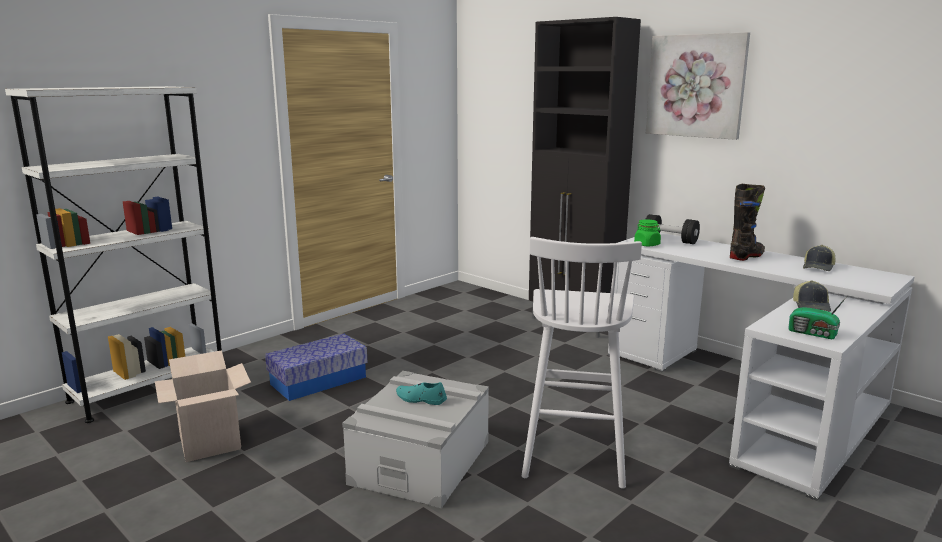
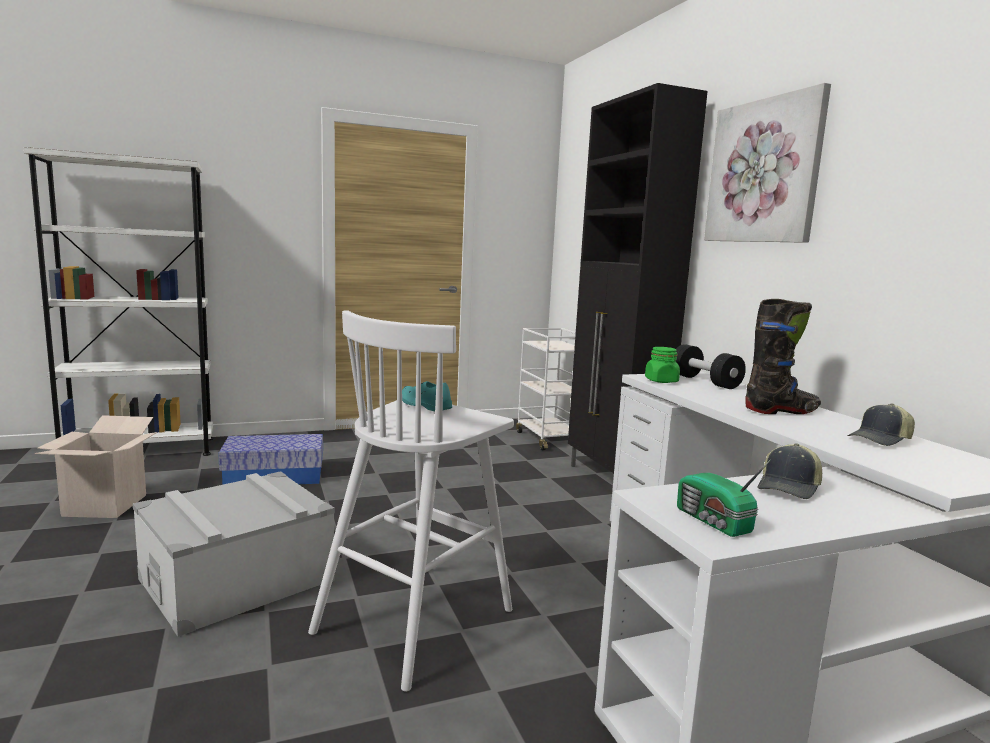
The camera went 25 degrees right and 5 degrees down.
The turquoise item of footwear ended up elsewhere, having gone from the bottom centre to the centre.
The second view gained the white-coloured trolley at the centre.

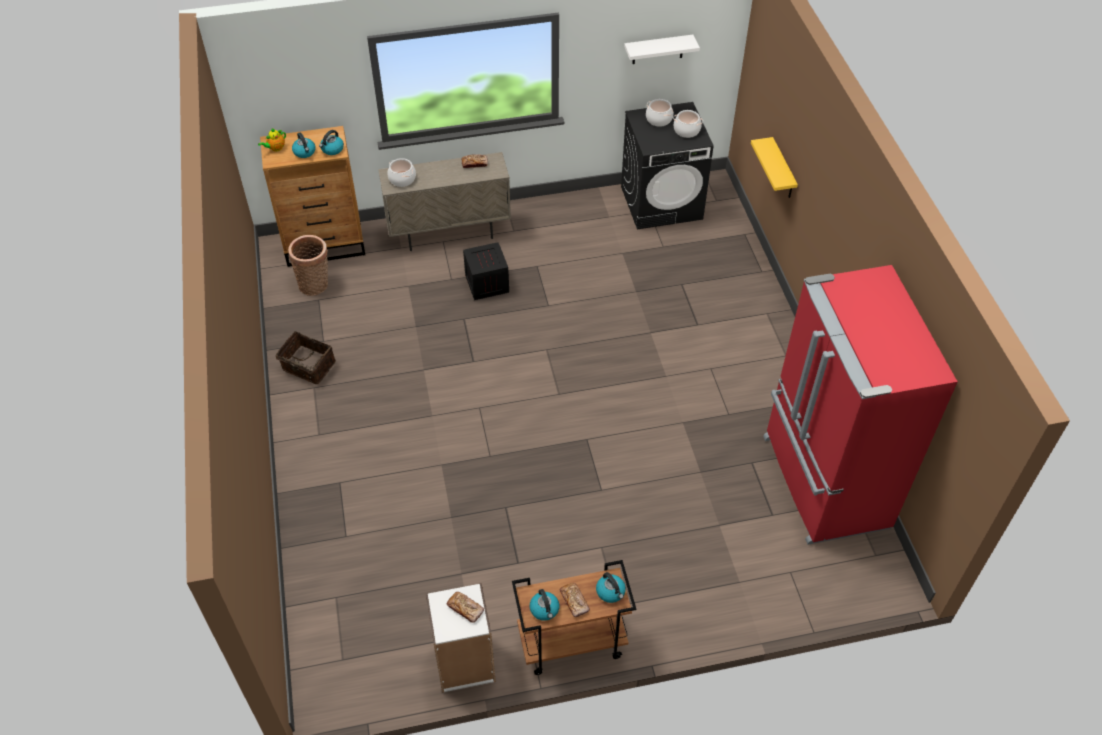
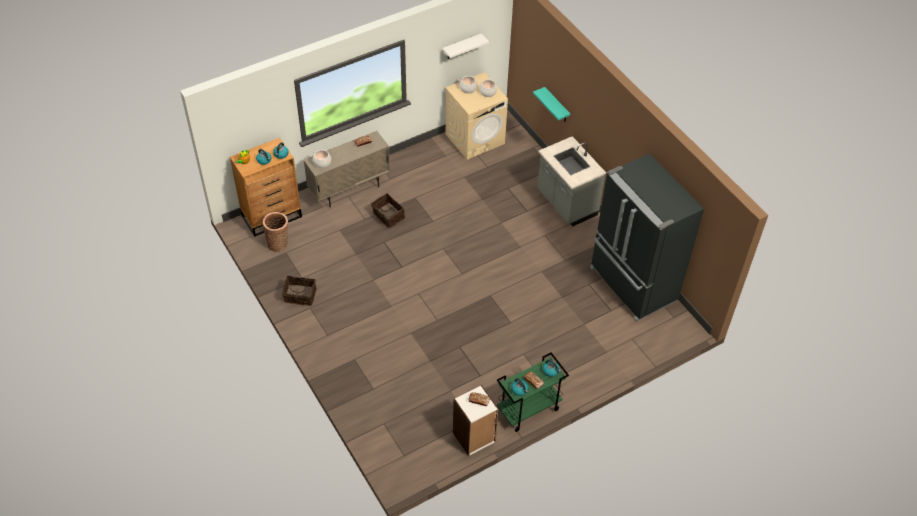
The camera went 20 degrees left and 0 degrees up.
What was the black laundry appliance at the top centre turned into the sand-coloured laundry appliance at the top centre.
What was the yellow bracket shelf at the top right turned into the turquoise bracket shelf at the top centre.
Where the crate stood at the centre, the storage basket (3rd from left) came to stand at the centre.
What was the red fridge at the middle right turned into the black fridge at the middle right.
What was the brown trolley at the bottom centre turned into the green trolley at the bottom centre.
The second view gained the gray kitchen base unit at the centre.

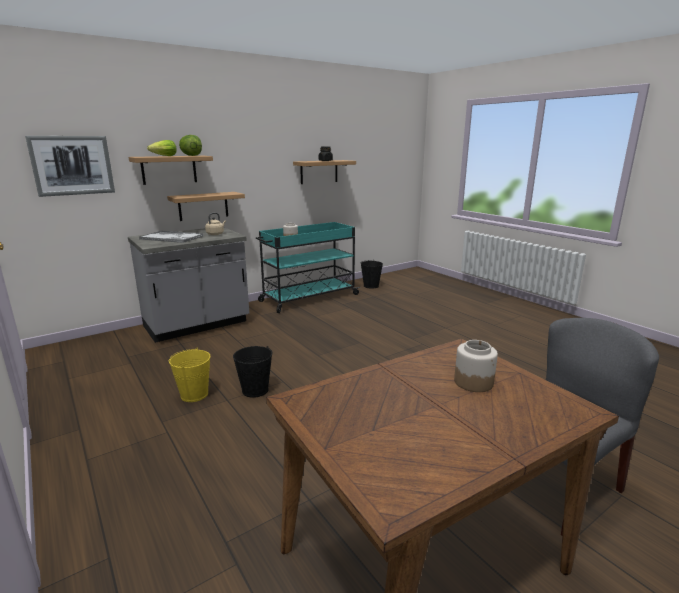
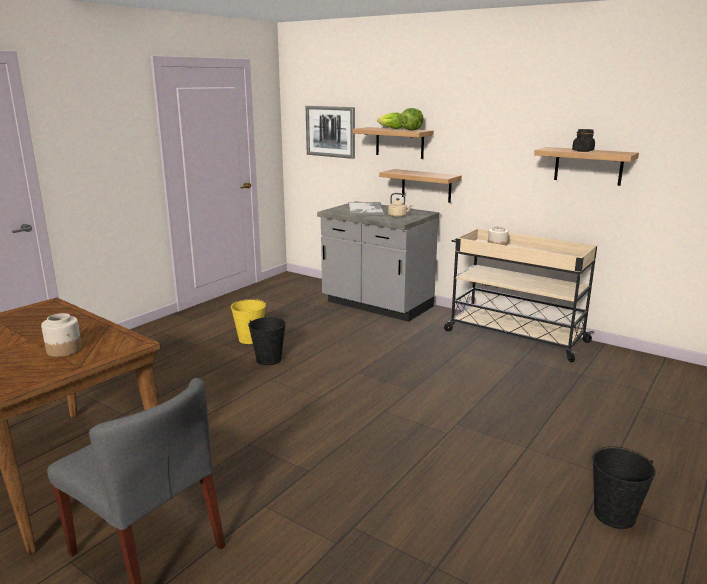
The camera went 70 degrees right and 0 degrees up.
What was the turquoise trolley at the centre turned into the sand-coloured trolley at the middle right.
The black water bucket (2nd from left) ended up elsewhere, having gone from the centre to the bottom right.

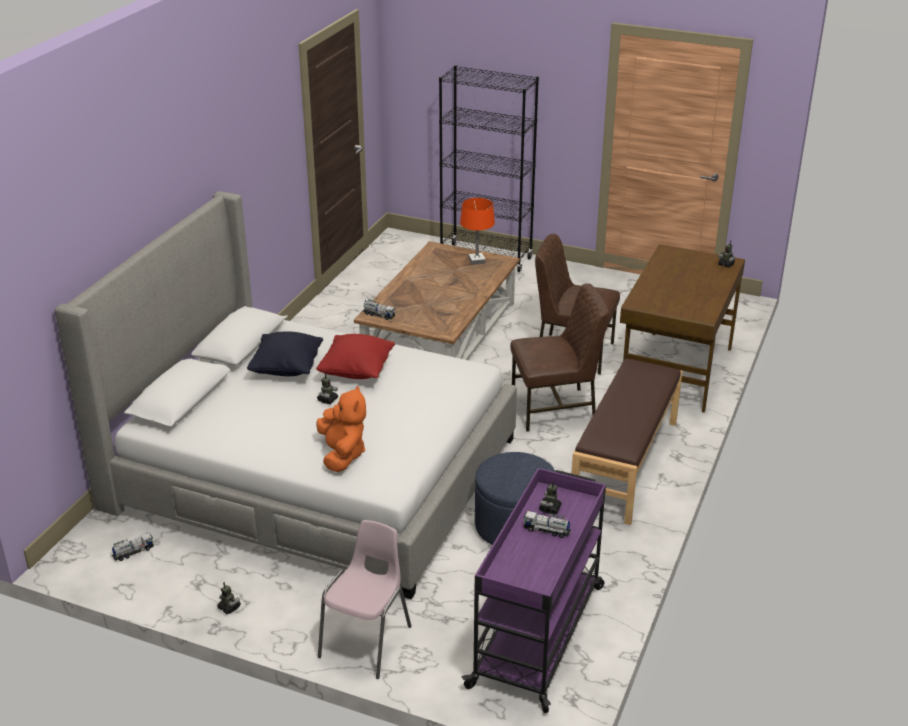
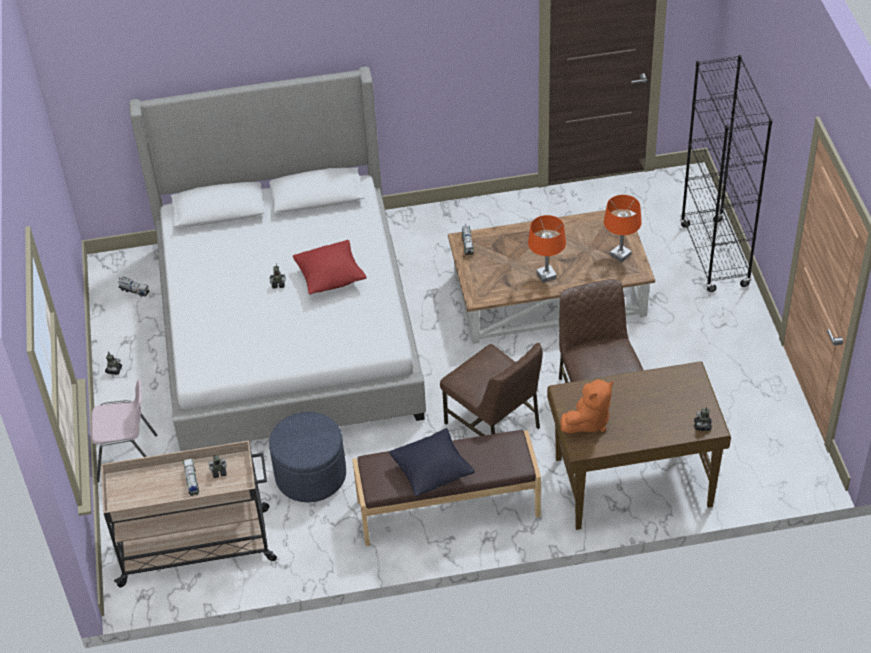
The camera went 60 degrees right and 15 degrees up.
The black throw pillow ended up elsewhere, having gone from the middle left to the bottom centre.
The orangey plush toy ended up elsewhere, having gone from the centre to the middle right.
What was the purple trolley at the bottom centre turned into the sand-coloured trolley at the bottom left.
The second view gained the orangey lamp for a table (1st from left) at the centre.

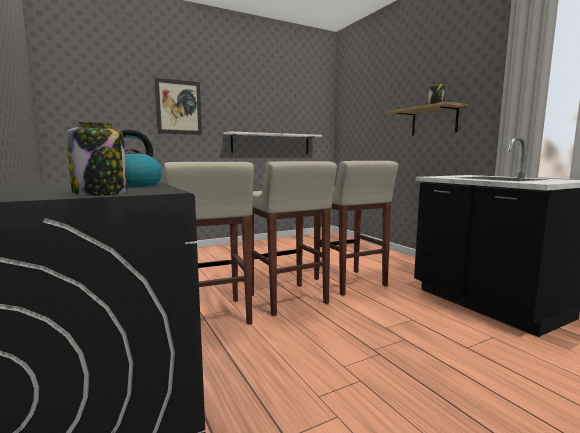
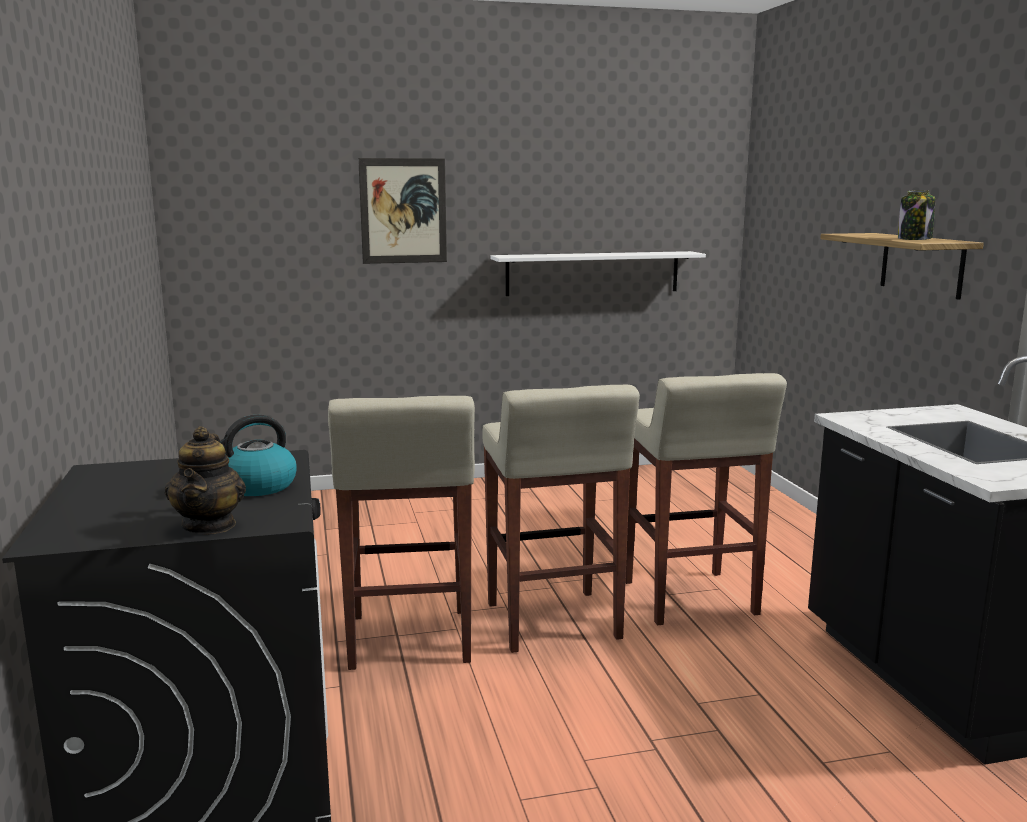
The camera went 15 degrees right and 5 degrees up.
Where the storage jar (1st from left) stood at the middle left, the teapot came to stand at the middle left.

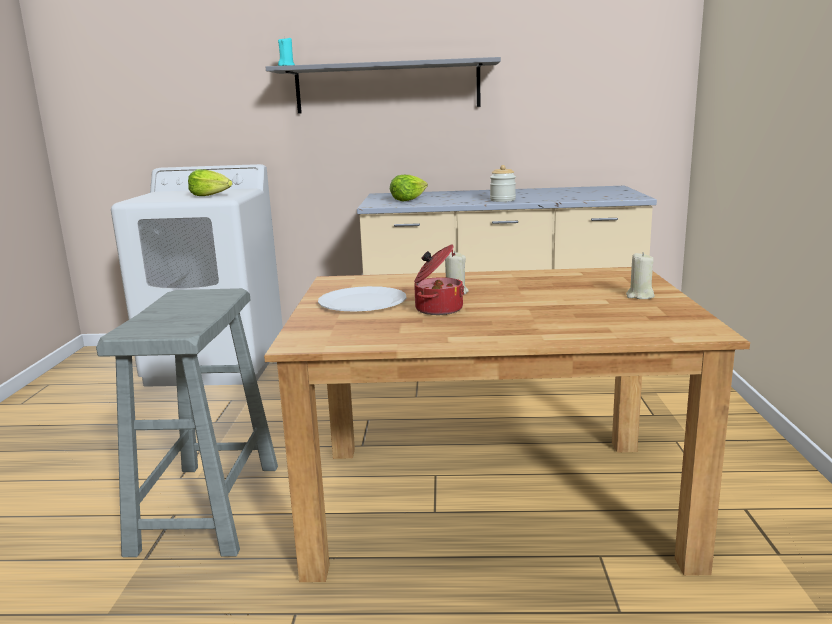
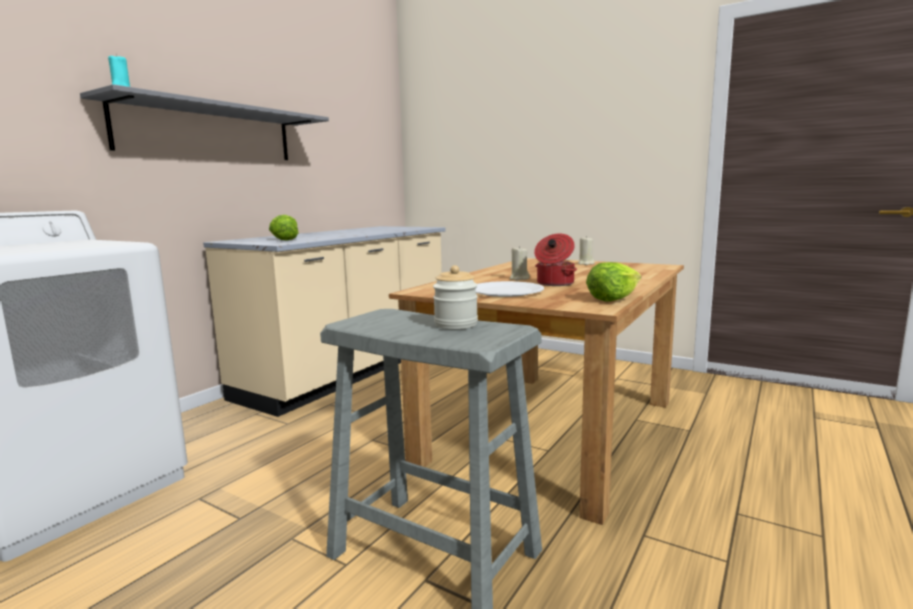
The camera went 60 degrees left and 5 degrees down.
The storage jar ended up elsewhere, having gone from the top centre to the centre.
The lettuce head (1st from left in the first image) ended up elsewhere, having gone from the top left to the middle right.

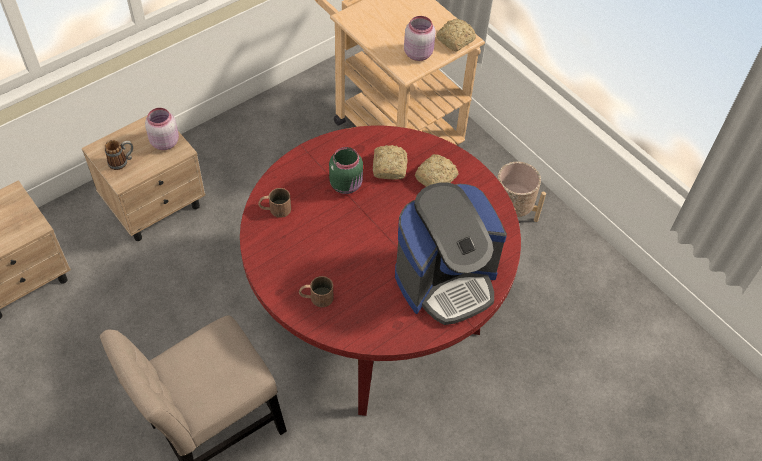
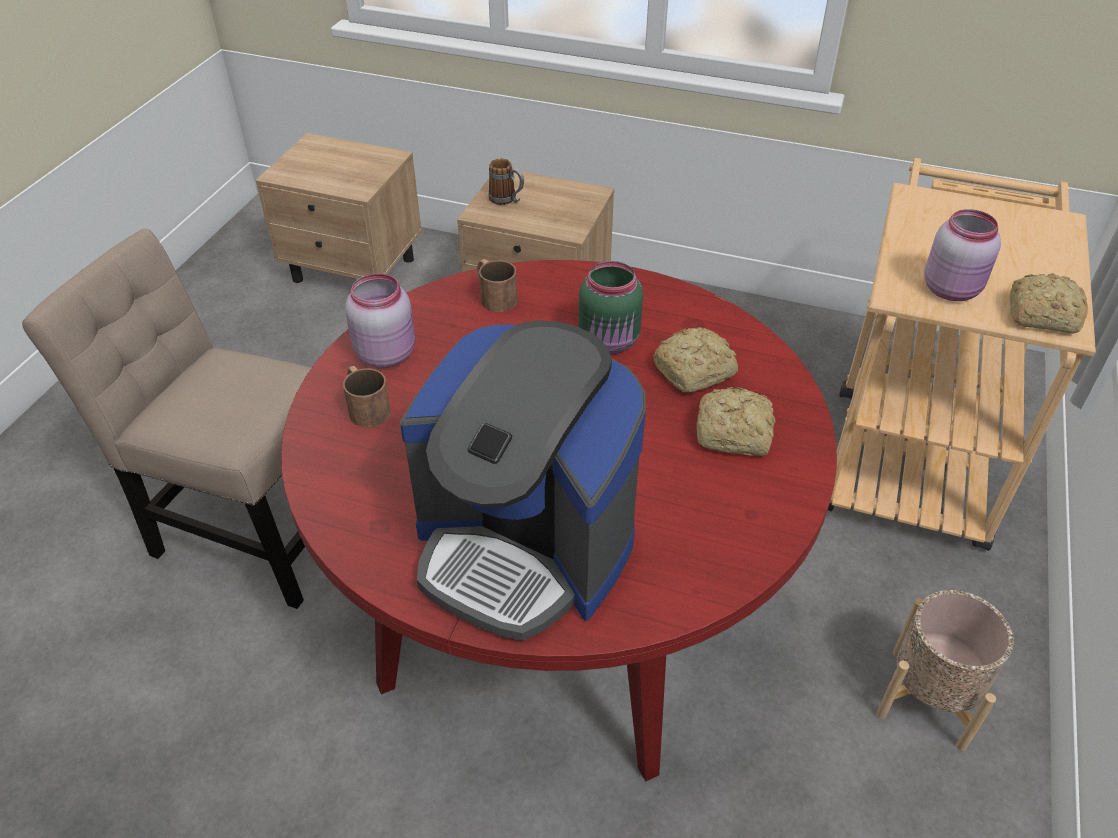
The camera went 60 degrees right and 10 degrees down.
The pink-coloured storage jar (1st from left) ended up elsewhere, having gone from the top left to the centre.

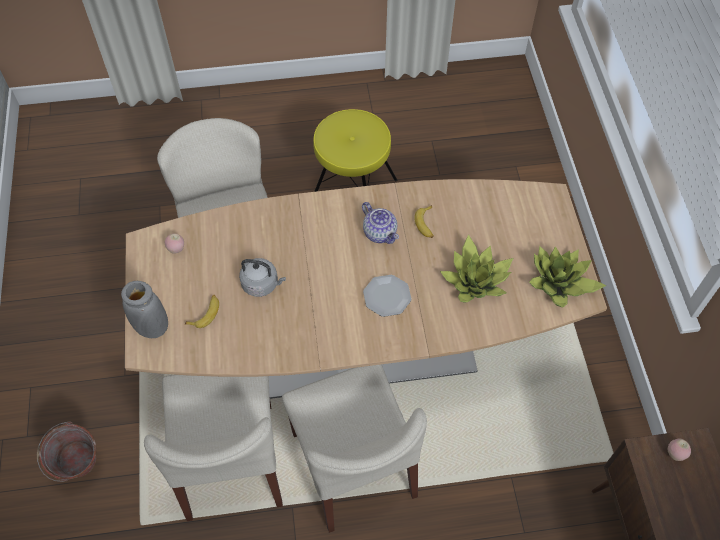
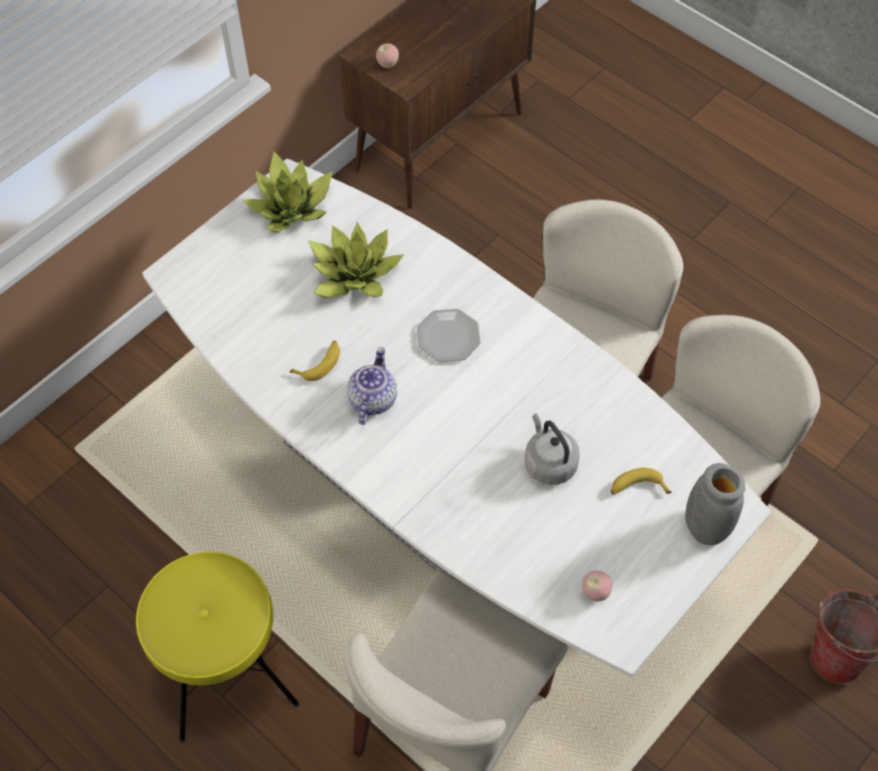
The camera went 130 degrees left and 0 degrees up.
What was the brown kitchen table at the centre turned into the white-coloured kitchen table at the centre.

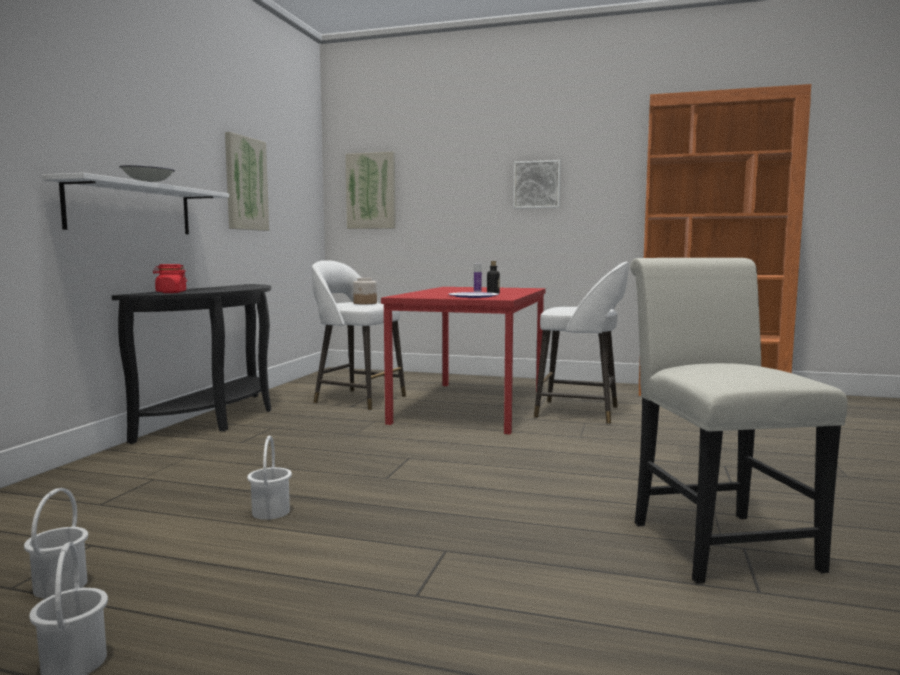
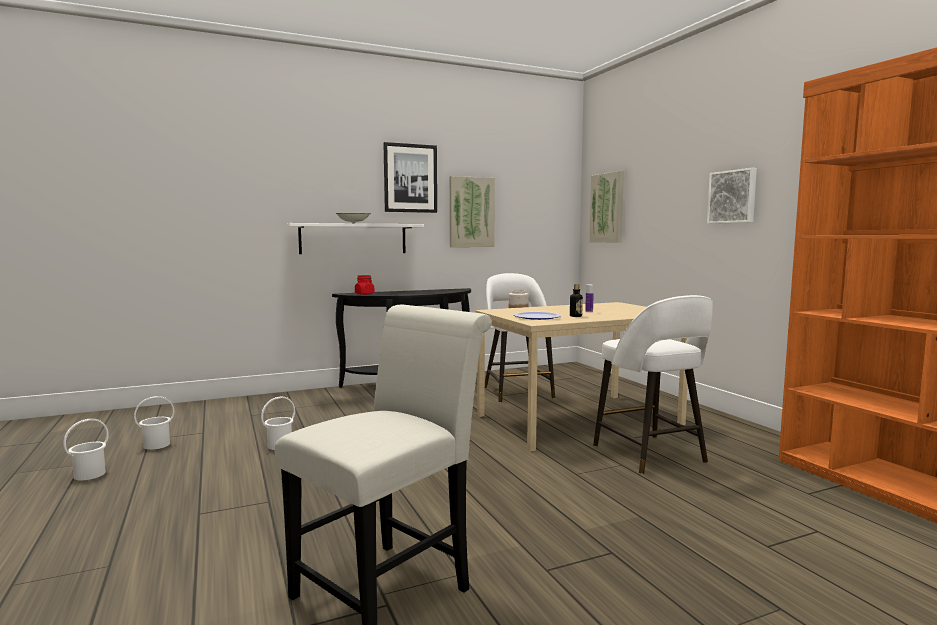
The camera went 50 degrees right and 0 degrees up.
What was the red kitchen table at the centre turned into the sand-coloured kitchen table at the centre.
The second view gained the wall art (1st from left) at the top centre.

